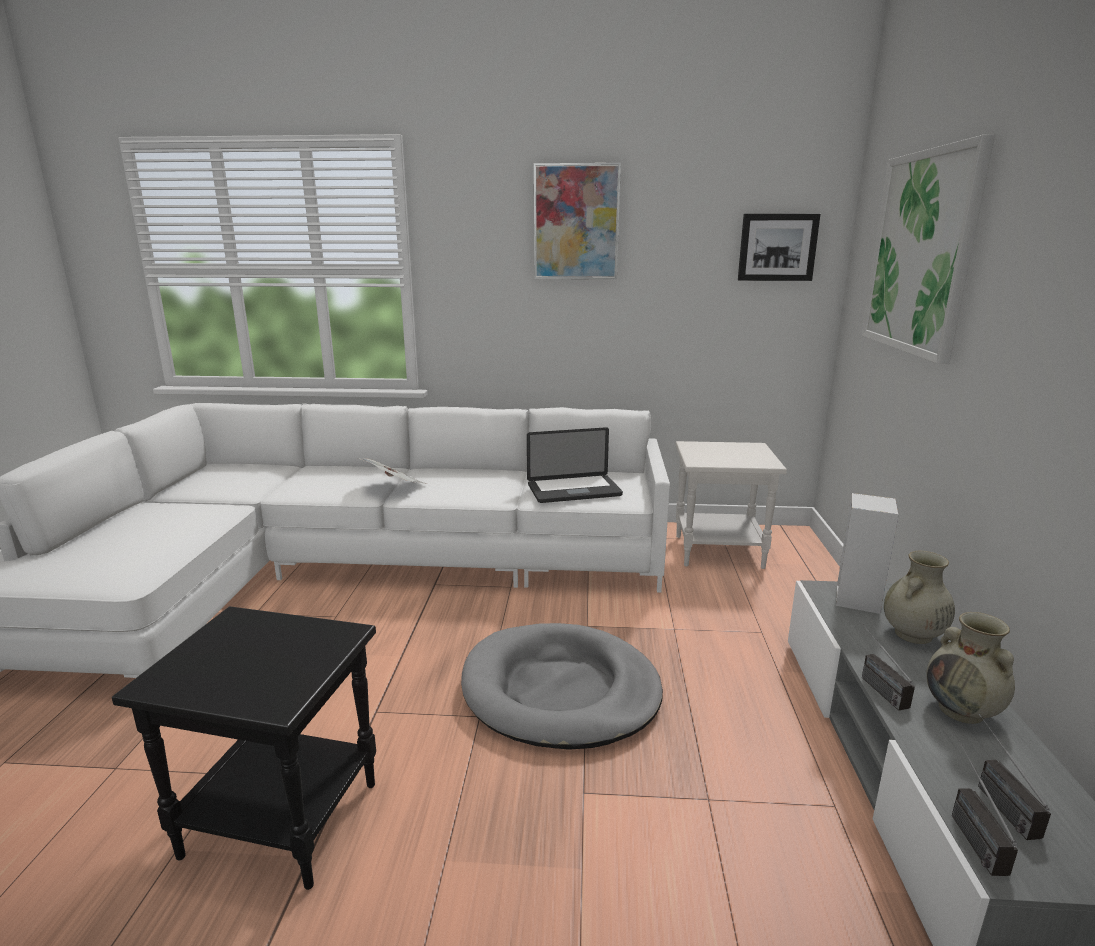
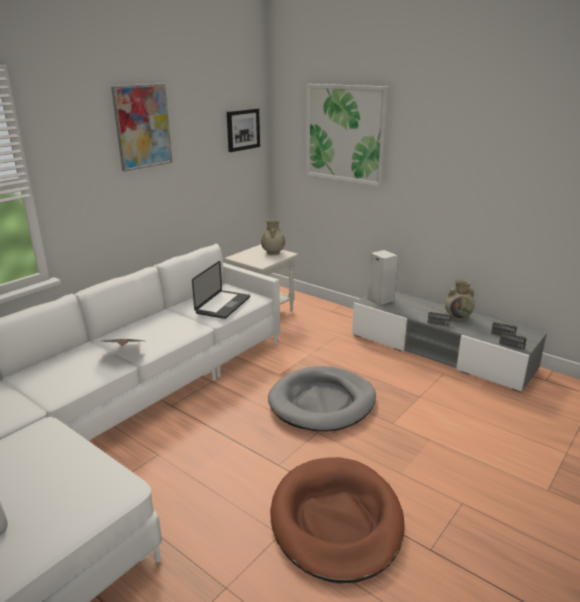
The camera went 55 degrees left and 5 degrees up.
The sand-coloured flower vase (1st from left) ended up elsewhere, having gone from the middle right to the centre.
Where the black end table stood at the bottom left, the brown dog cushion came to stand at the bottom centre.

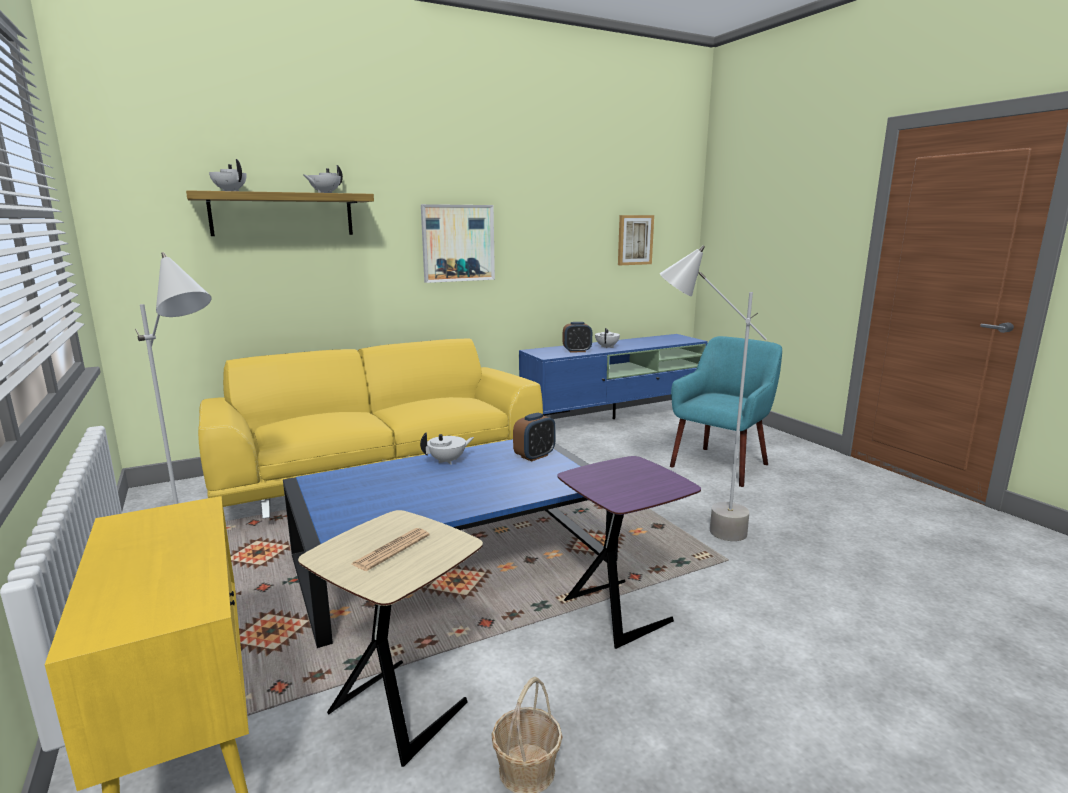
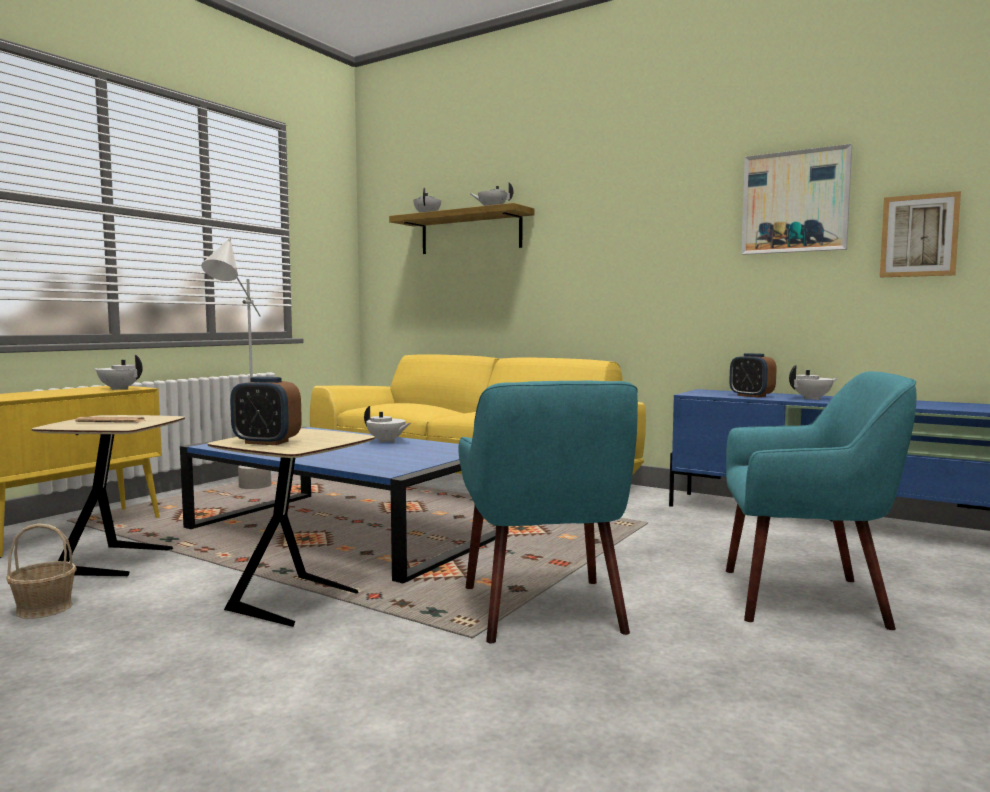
The camera went 60 degrees right and 10 degrees down.
The wall art (1st from left) ended up elsewhere, having gone from the top centre to the top right.
Where the gray floor lamp (2nd from left) stood at the middle right, the turquoise easy chair (1st from left) came to stand at the centre.
The bedside clock (1st from left) ended up elsewhere, having gone from the centre to the middle left.
What was the purple end table at the bottom centre turned into the sand-coloured end table (2nd from left) at the middle left.
The second view gained the white-coloured teapot (1st from left) at the middle left.

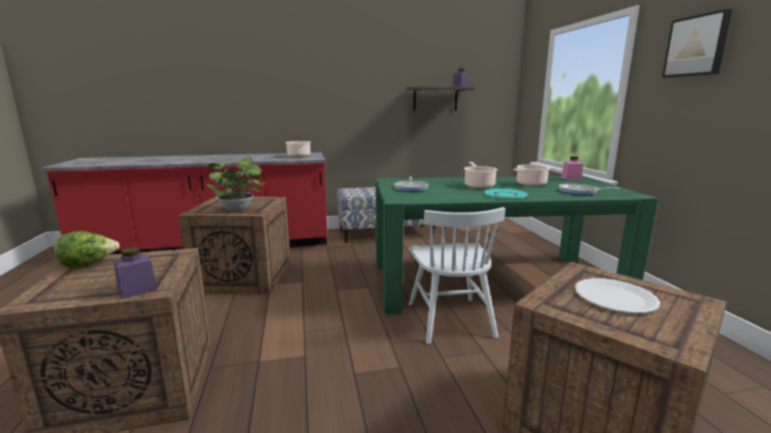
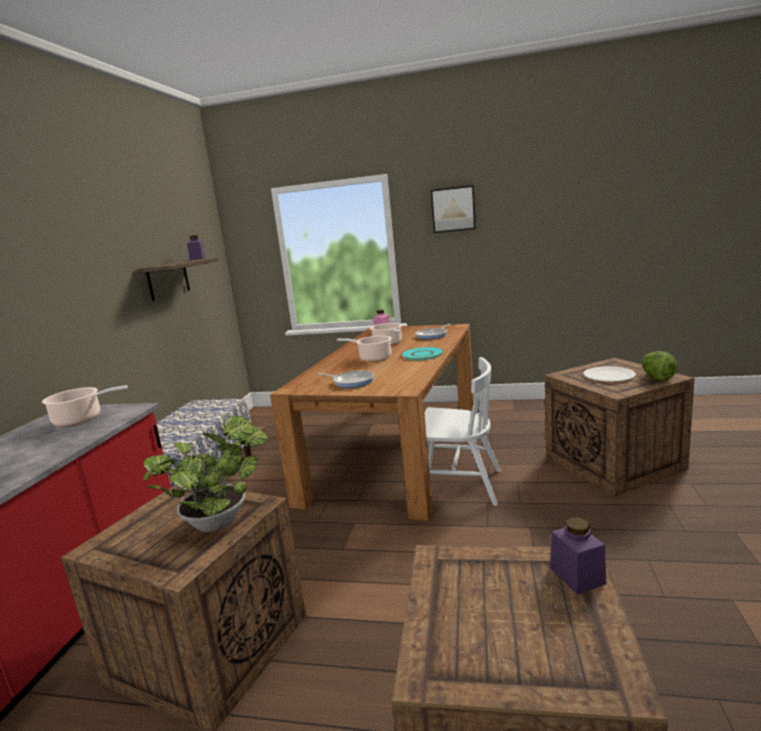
The camera went 65 degrees left and 0 degrees up.
What was the green kitchen table at the middle right turned into the brown kitchen table at the centre.
The lettuce head ended up elsewhere, having gone from the middle left to the middle right.

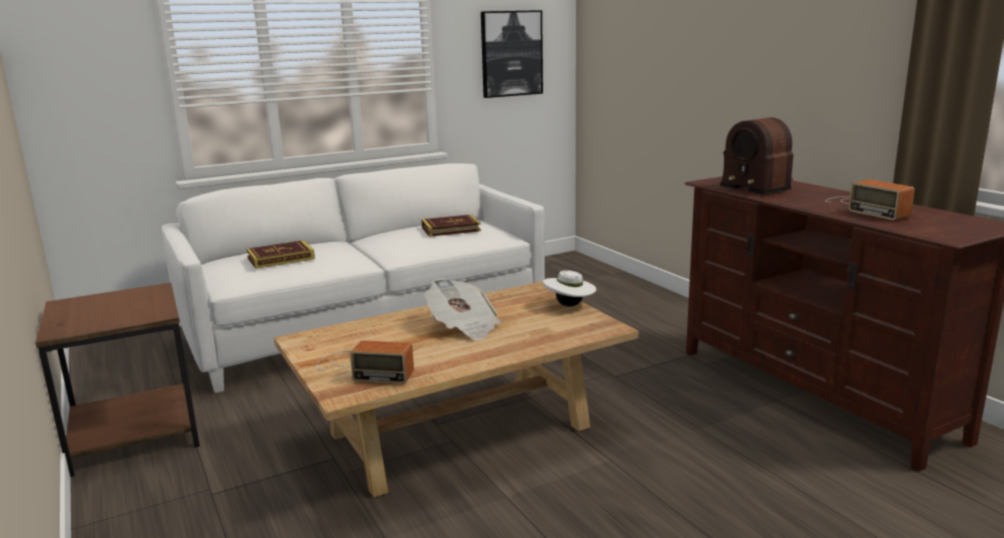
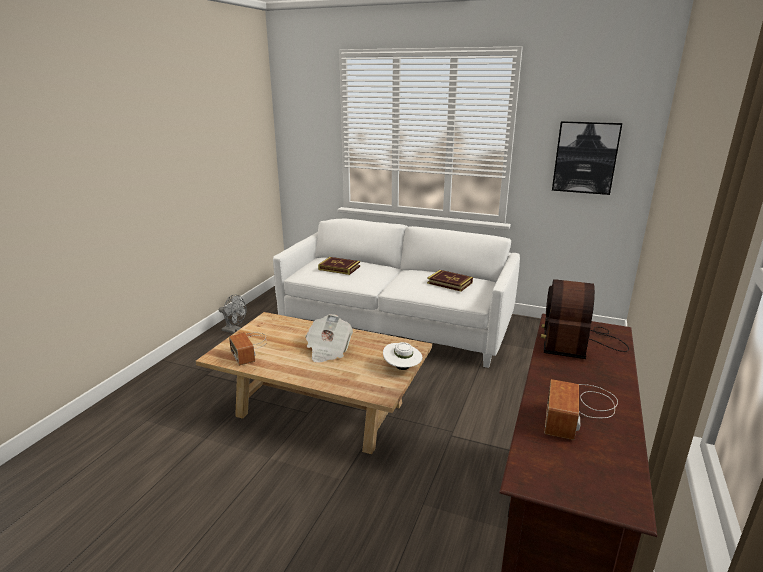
The camera went 50 degrees right and 5 degrees up.
Where the brown end table stood at the bottom left, the gray electric fan came to stand at the middle left.

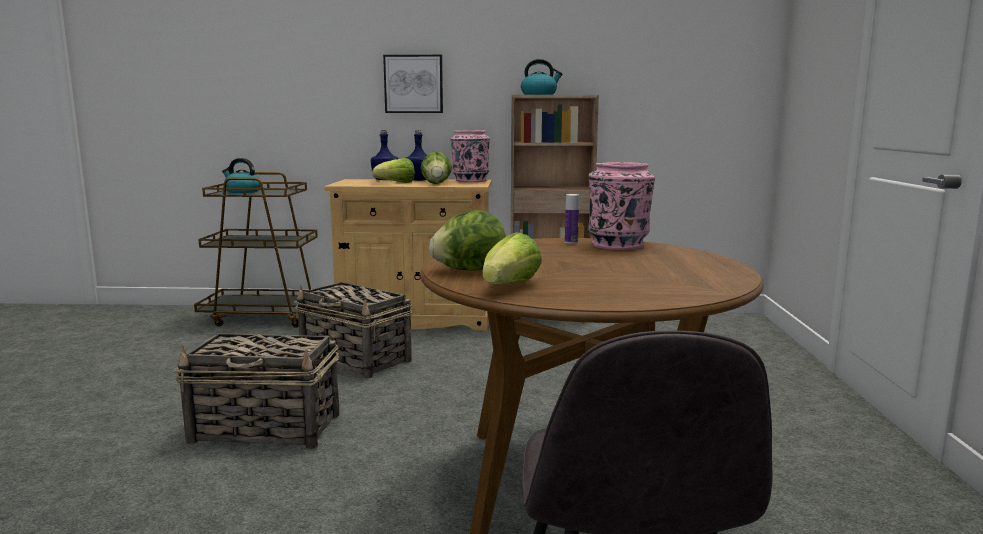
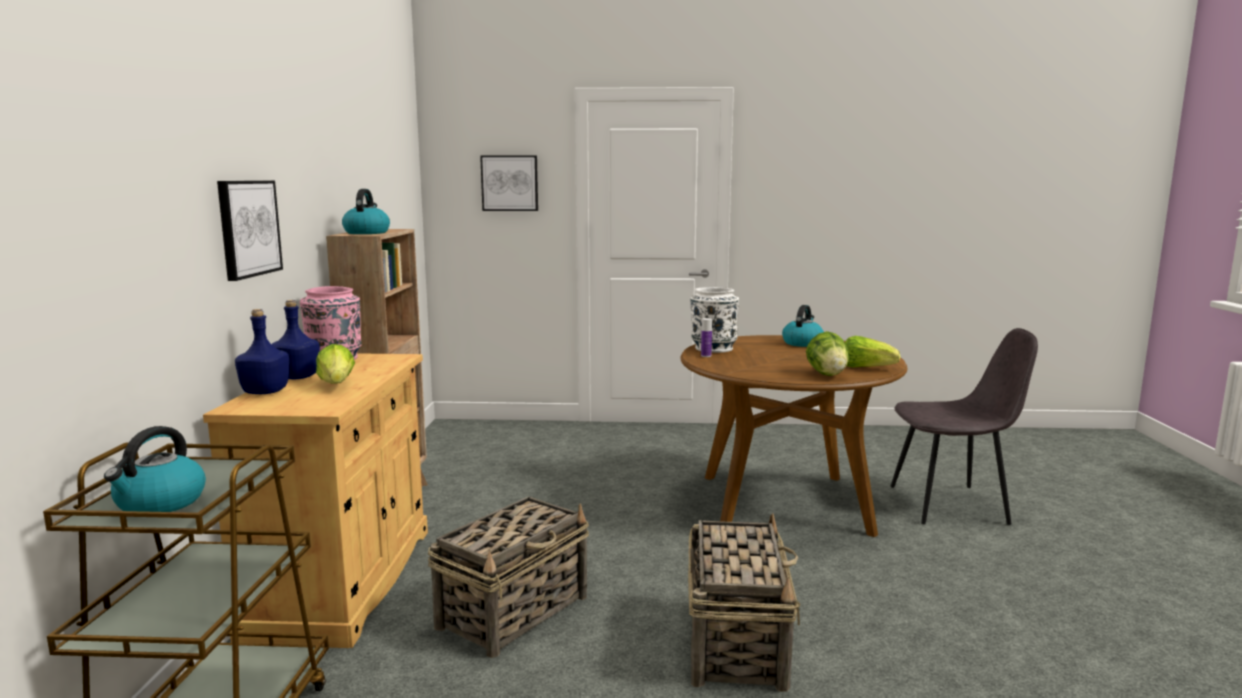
The camera went 90 degrees left and 0 degrees up.
The second view lost the lettuce head (2nd from left) at the top centre.
What was the pink-coloured flower vase (2nd from left) at the centre turned into the white-coloured flower vase at the centre.
The second view gained the wall art (2nd from left) at the top centre.
The second view gained the tea kettle (3rd from left) at the centre.

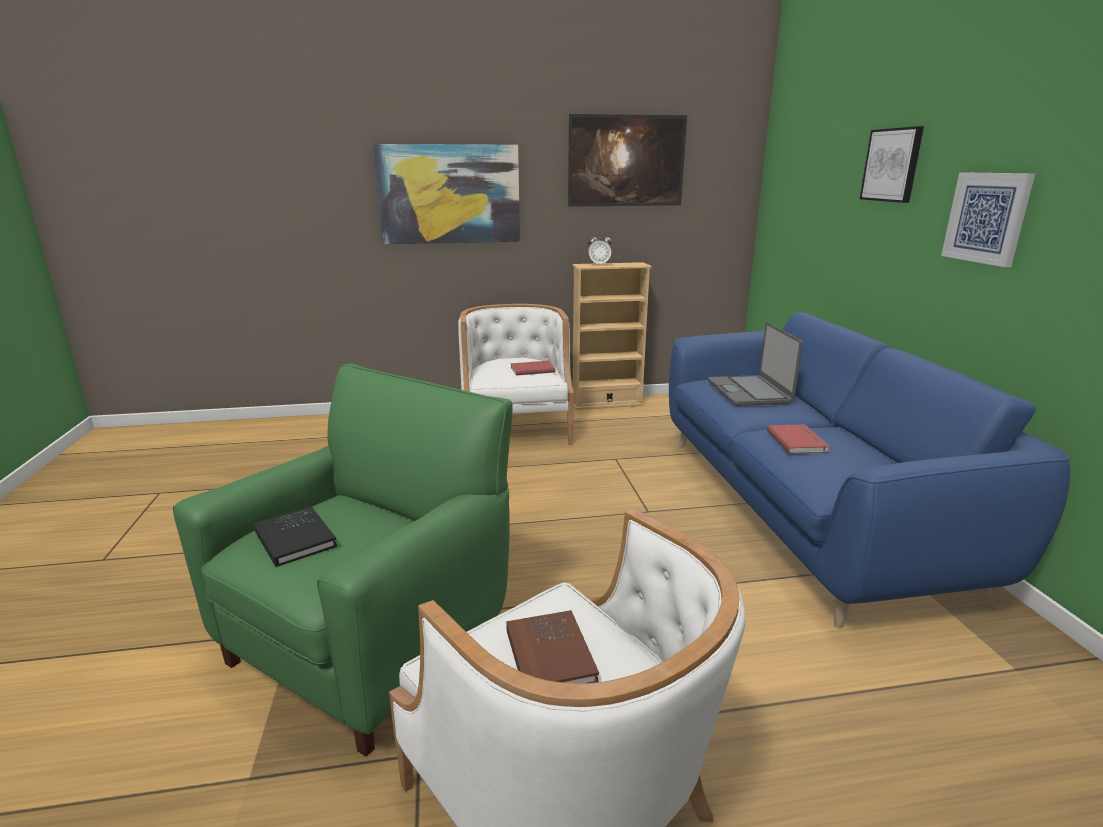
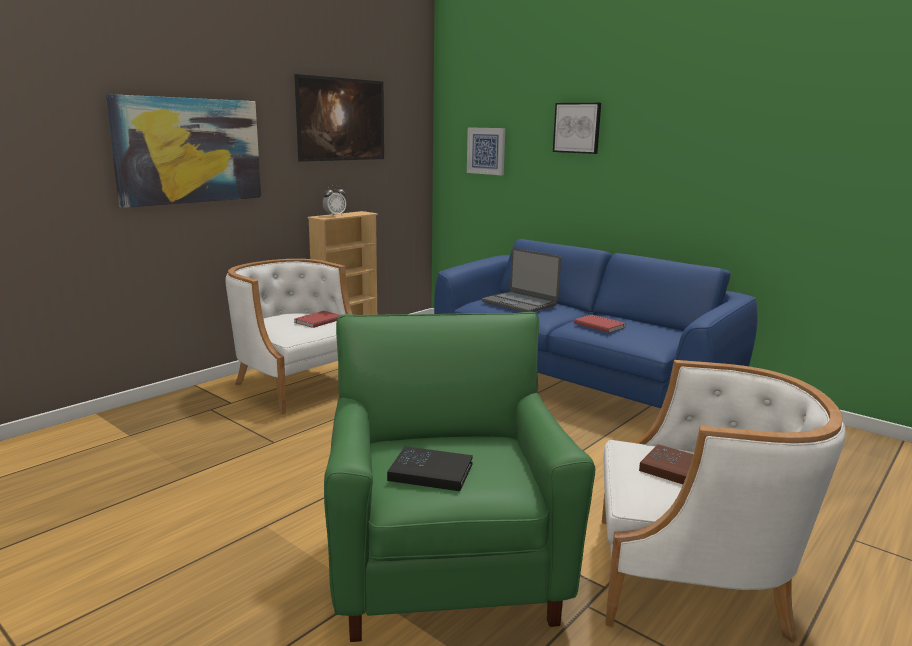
The camera went 40 degrees left and 5 degrees down.
The wall art (4th from left in the first image) ended up elsewhere, having gone from the top right to the top centre.

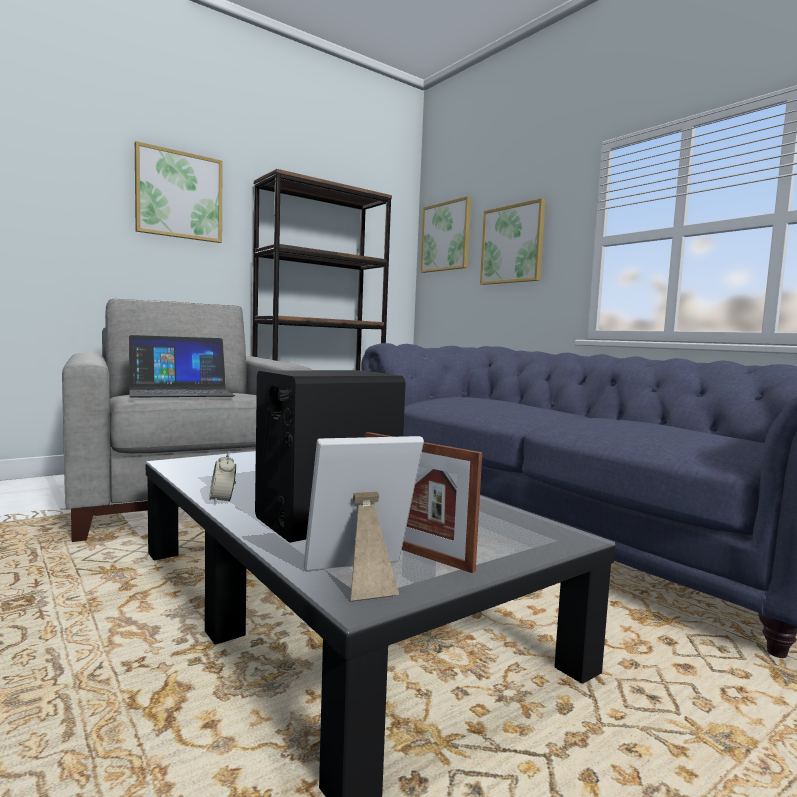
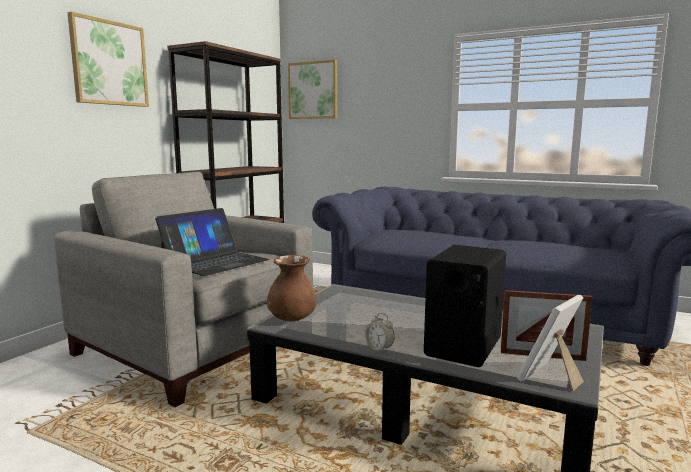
The camera went 25 degrees left and 5 degrees up.
The second view lost the wall art (3rd from left) at the top centre.
The second view gained the brown flower vase at the centre.

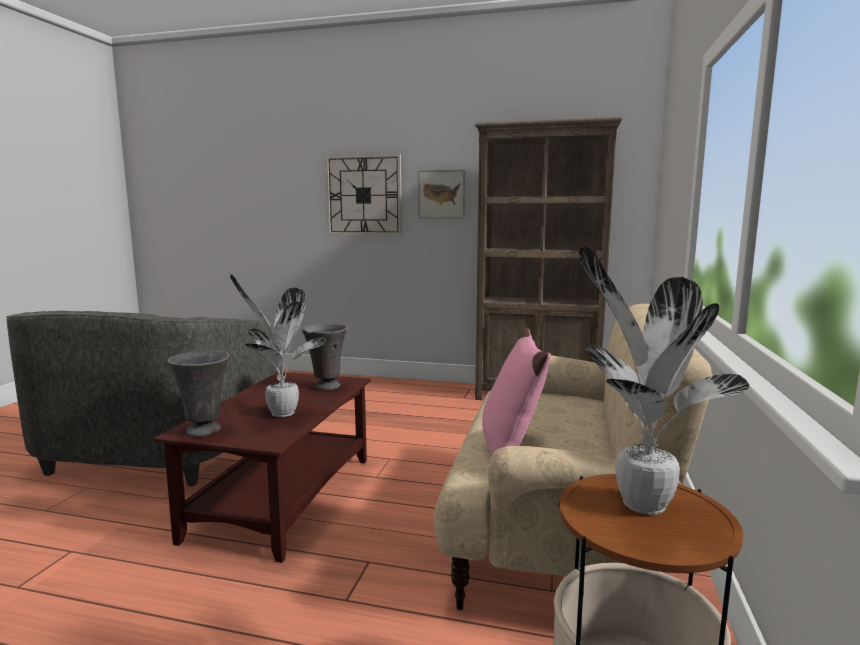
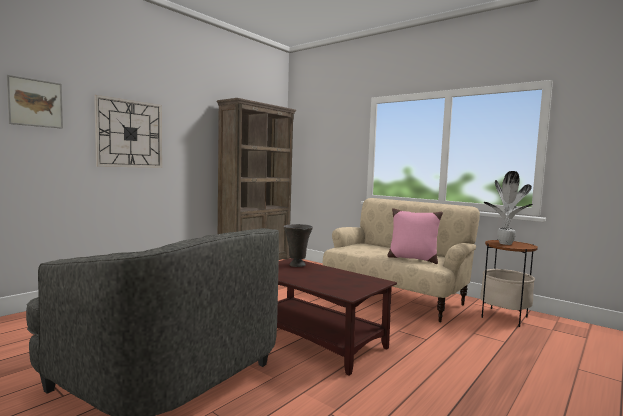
The camera went 65 degrees left and 5 degrees down.
The wall art ended up elsewhere, having gone from the top centre to the top left.
The second view lost the plant in a pot (1st from left) at the middle left.
The second view lost the gray flower vase (1st from left) at the middle left.

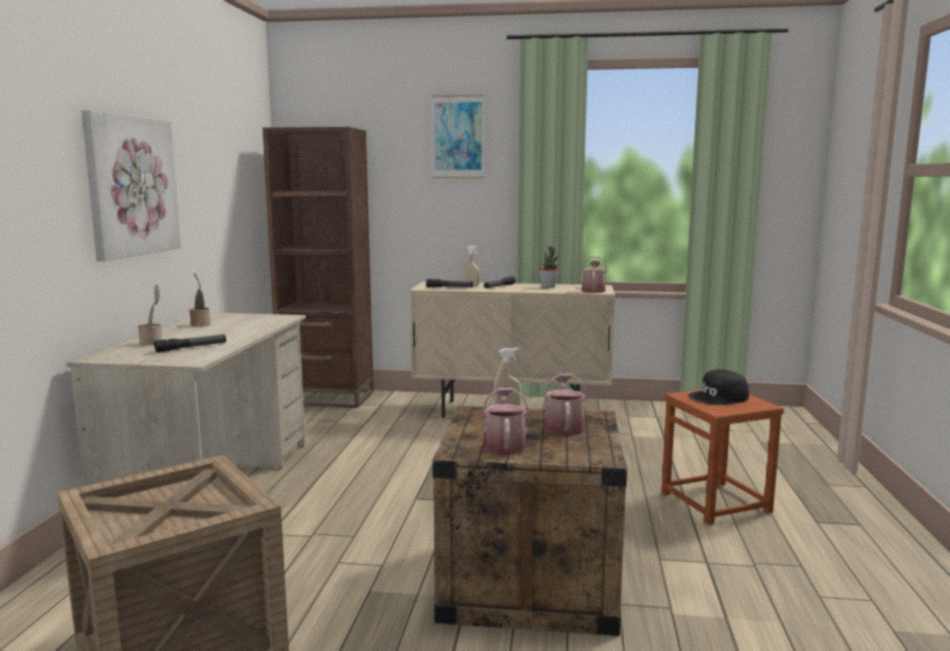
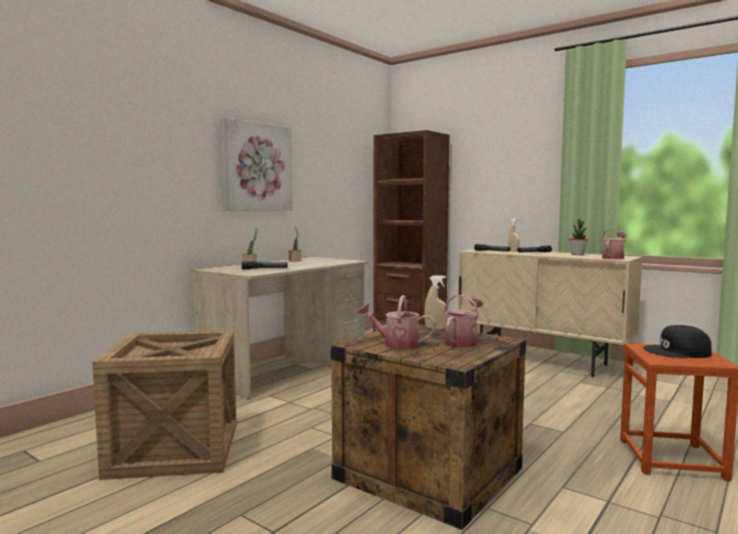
The camera went 30 degrees right and 5 degrees down.
The second view lost the wall art (2nd from left) at the top centre.
The watering can (1st from left) at the centre ended up facing another way, 105 degrees counterclockwise from before.

